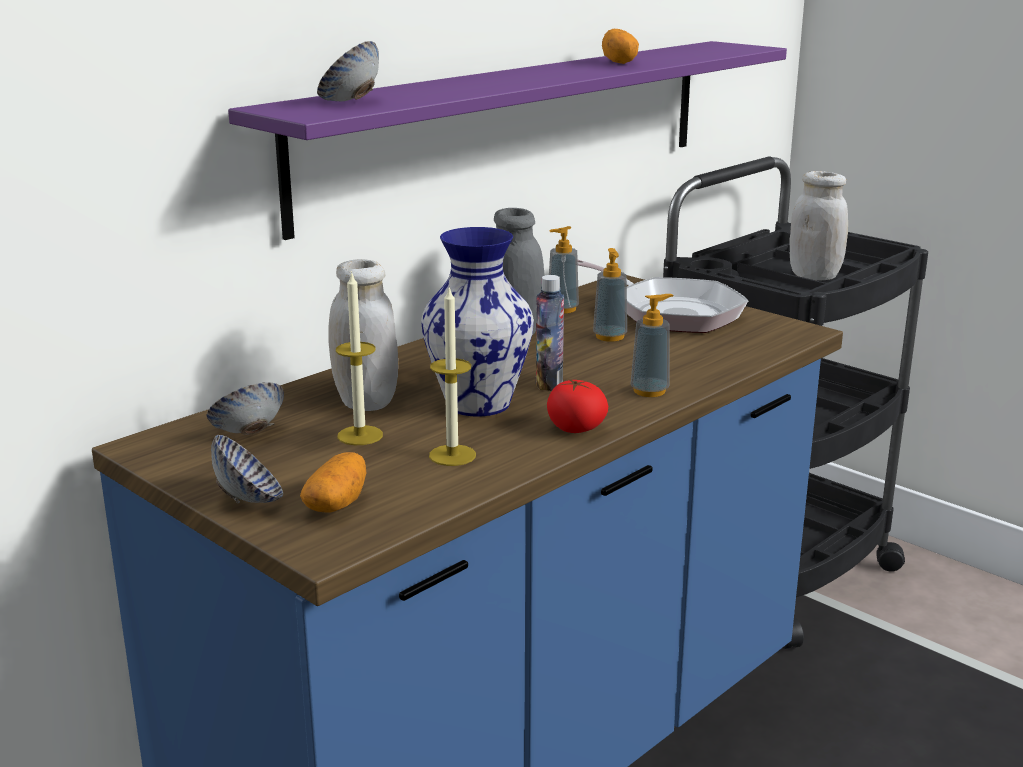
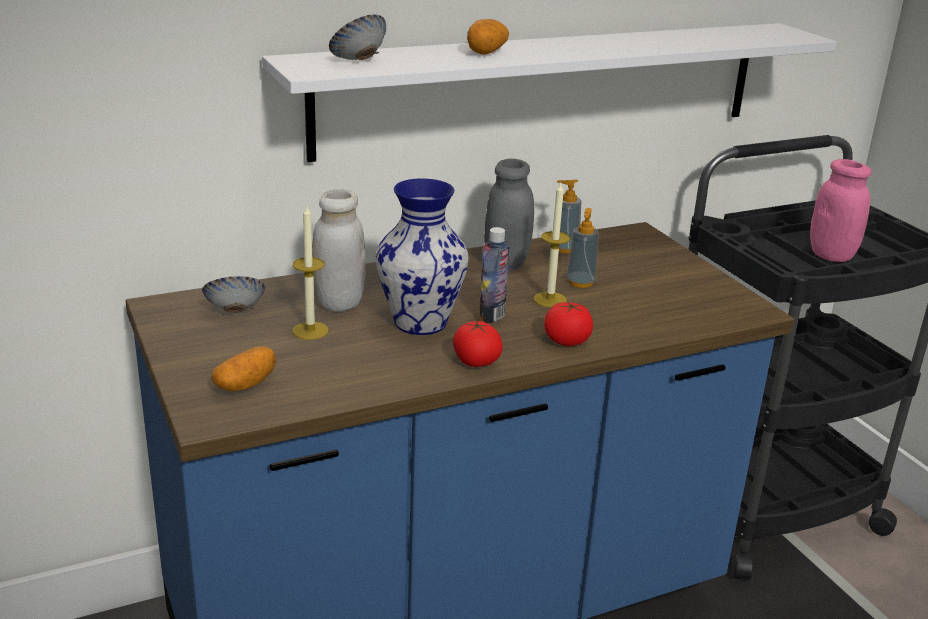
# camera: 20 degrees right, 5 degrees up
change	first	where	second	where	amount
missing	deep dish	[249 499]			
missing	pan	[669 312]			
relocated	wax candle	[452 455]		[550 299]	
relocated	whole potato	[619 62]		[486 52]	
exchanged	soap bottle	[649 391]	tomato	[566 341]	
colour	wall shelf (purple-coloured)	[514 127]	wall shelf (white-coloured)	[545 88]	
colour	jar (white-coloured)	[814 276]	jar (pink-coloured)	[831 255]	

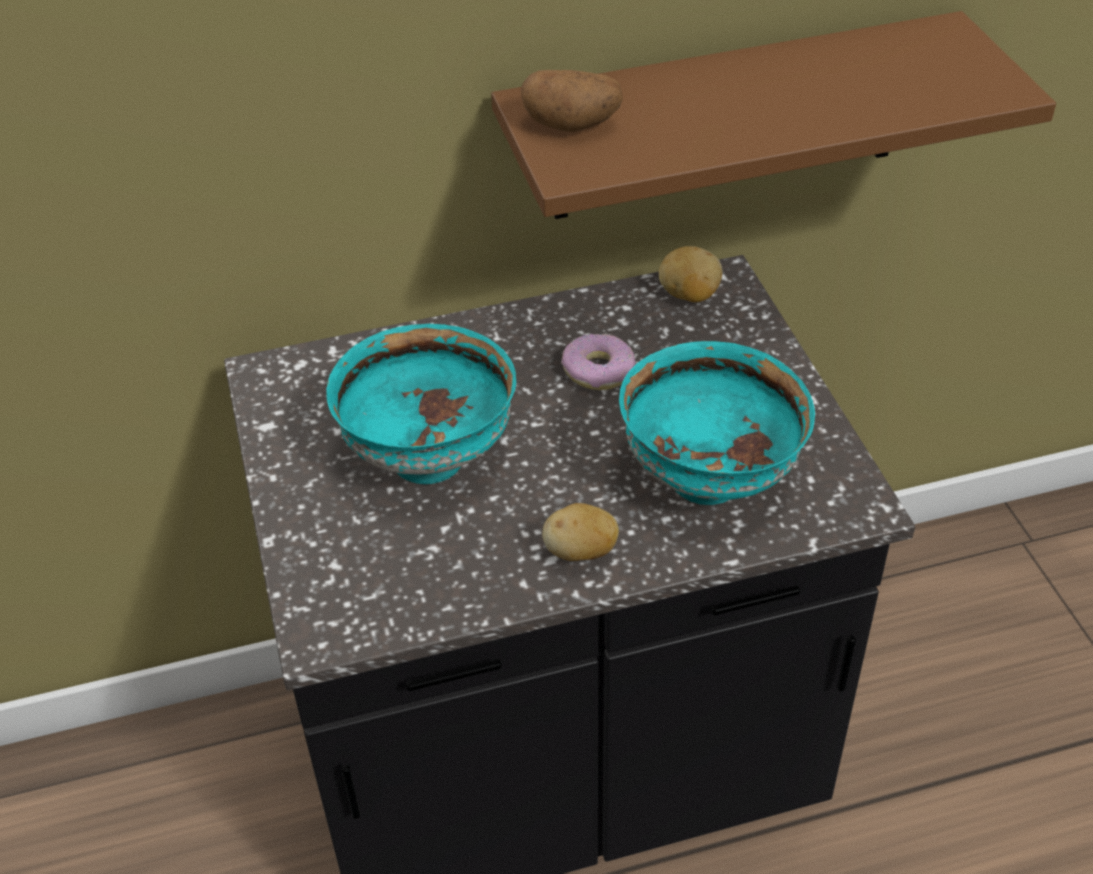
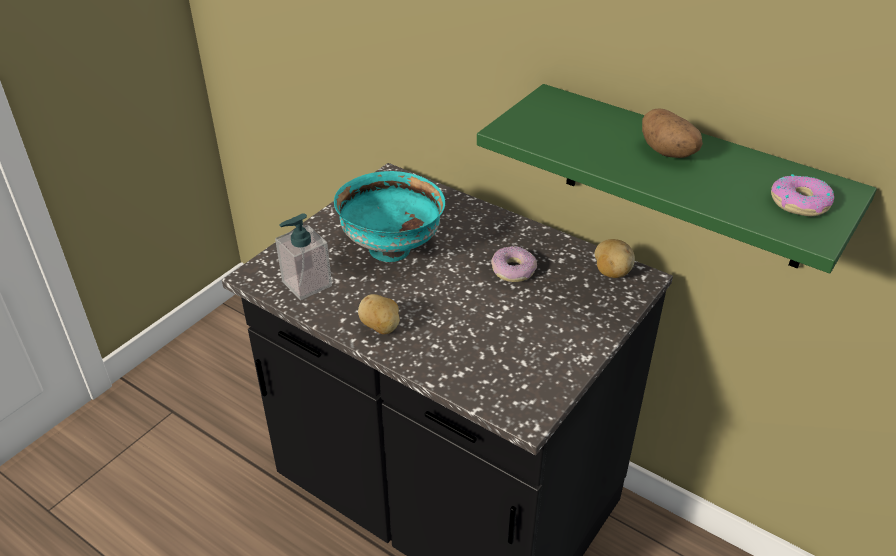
# camera: 50 degrees right, 5 degrees down
change	first	where	second	where	amount
missing	deep dish (turquoise)	[710 477]			
appeared			soap bottle	[306 284]	
appeared			ring doughnut	[799 203]	
relocated	whole potato	[572 125]		[668 153]	
colour	wall shelf (brownish)	[728 119]	wall shelf (green)	[685 177]	

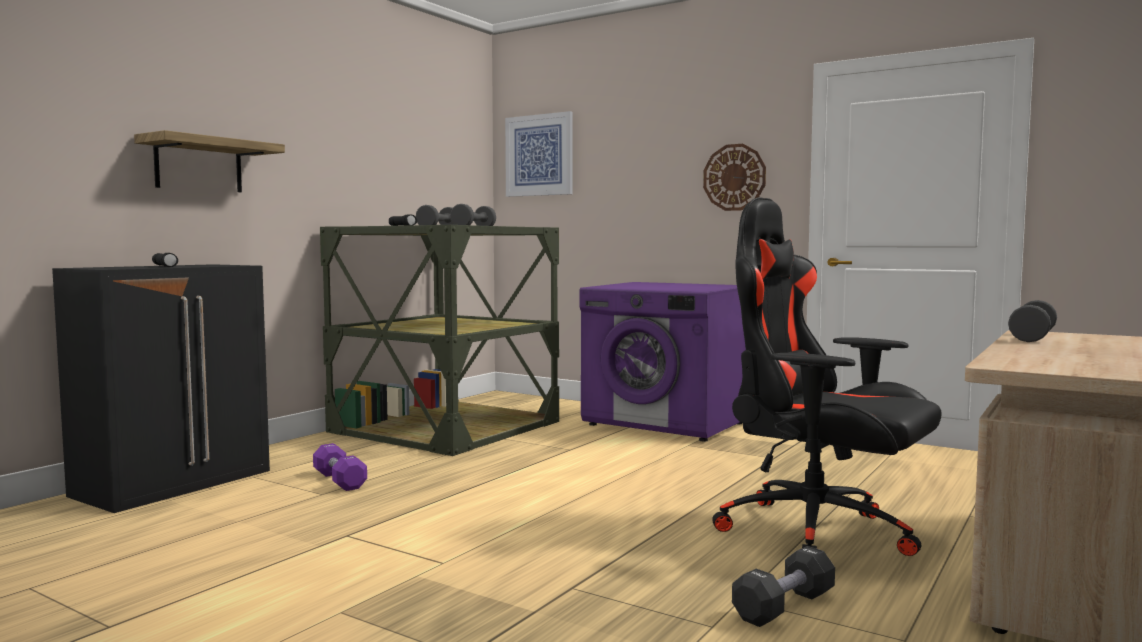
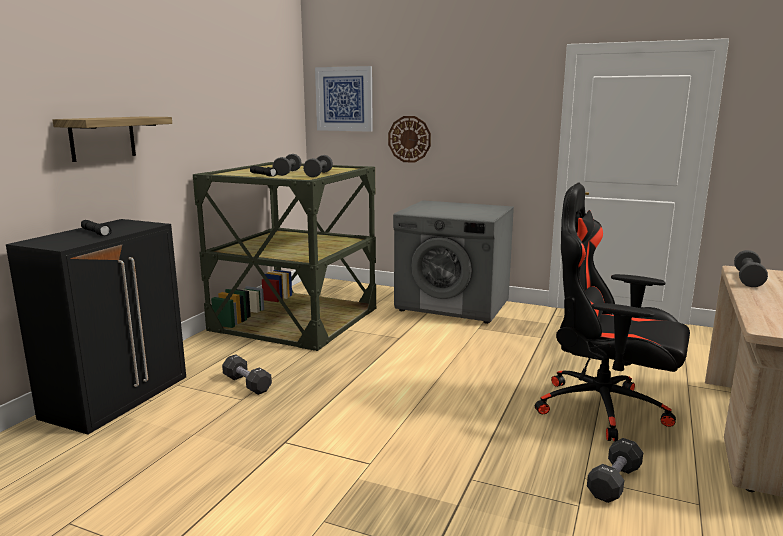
# camera: 10 degrees left, 10 degrees up
change	first	where	second	where	amount
relocated	wall clock	[734 177]		[409 139]	
colour	hand weight (purple-coloured)	[339 481]	hand weight (blackish)	[247 384]	
colour	laundry machine (purple-coloured)	[665 425]	laundry machine (greyish)	[453 307]	

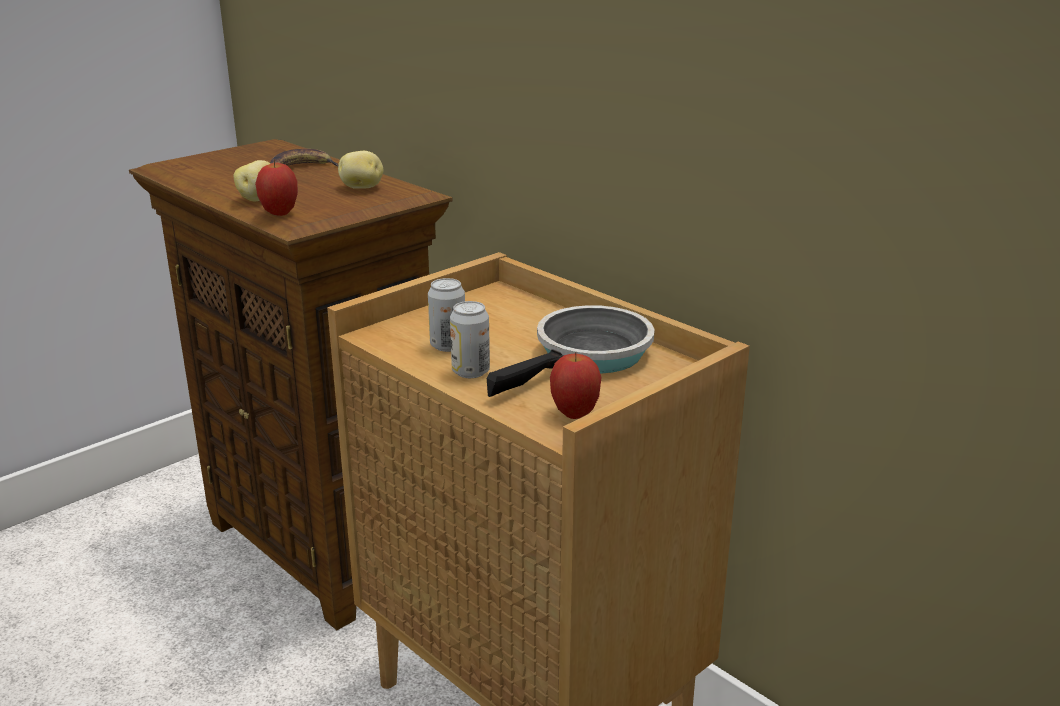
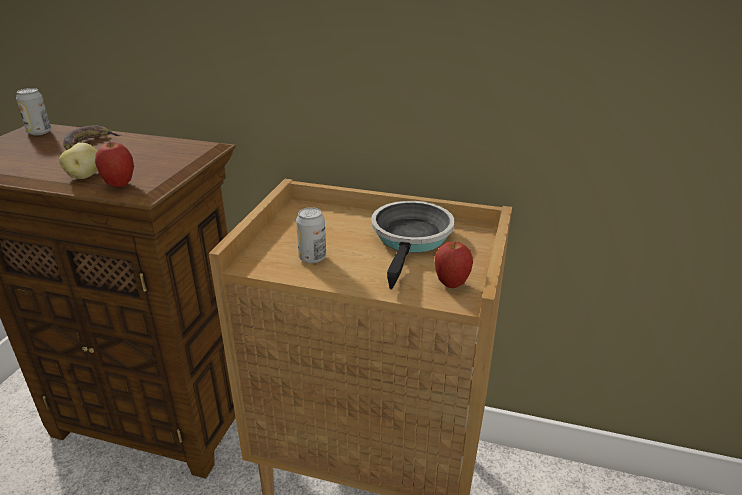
# camera: 30 degrees left, 5 degrees up
change	first	where	second	where	amount
missing	whole potato	[362 188]			
relocated	metal can	[470 372]		[39 132]	

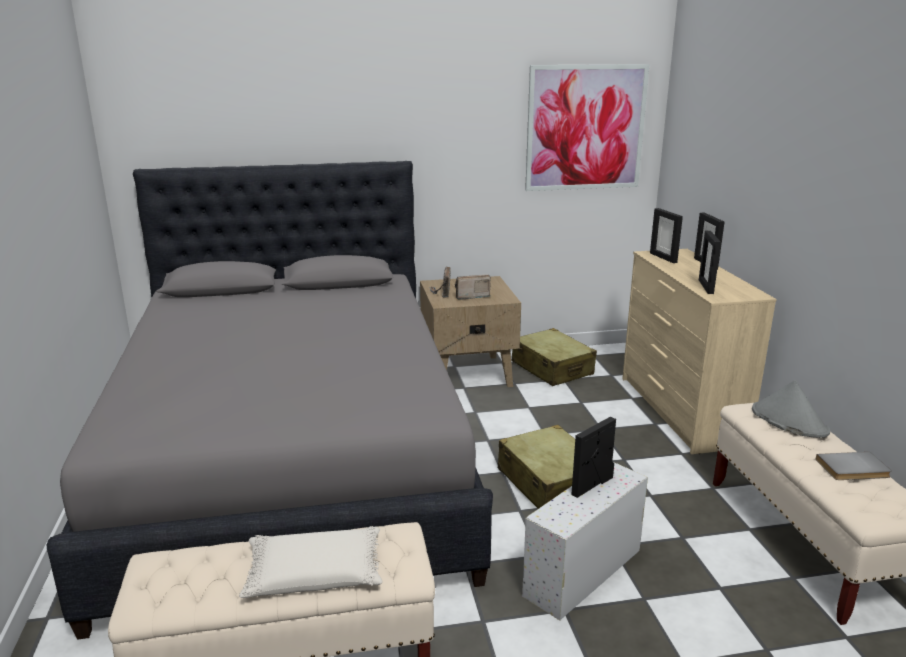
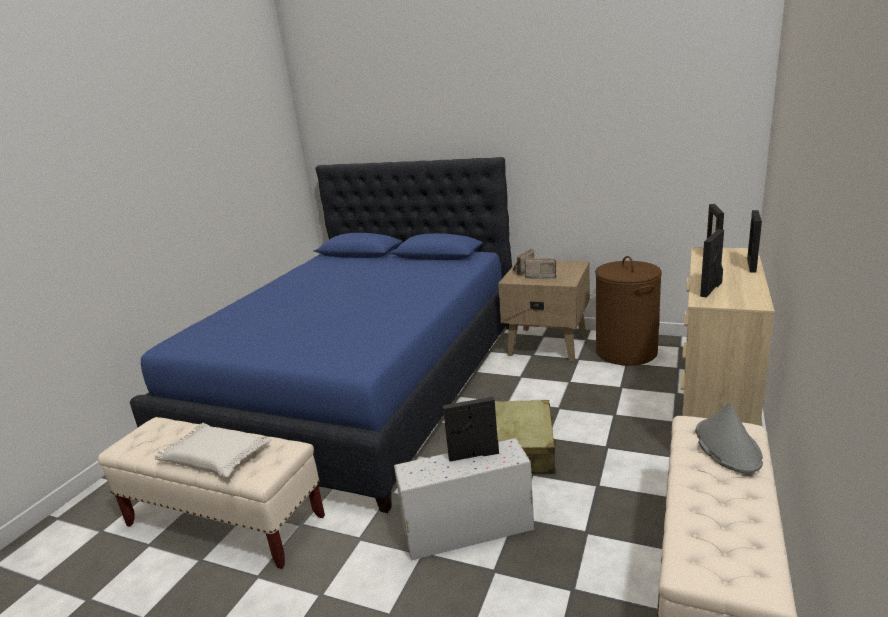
# camera: 35 degrees right, 0 degrees up
change	first	where	second	where	amount
missing	picture	[585 128]			
missing	volume (greyish)	[853 469]			
exchanged	suitcase (sand-coloured)	[552 368]	washing basket (brownish)	[625 352]	
colour	sleeping bed (greyish)	[294 459]	sleeping bed (bluish)	[362 384]	

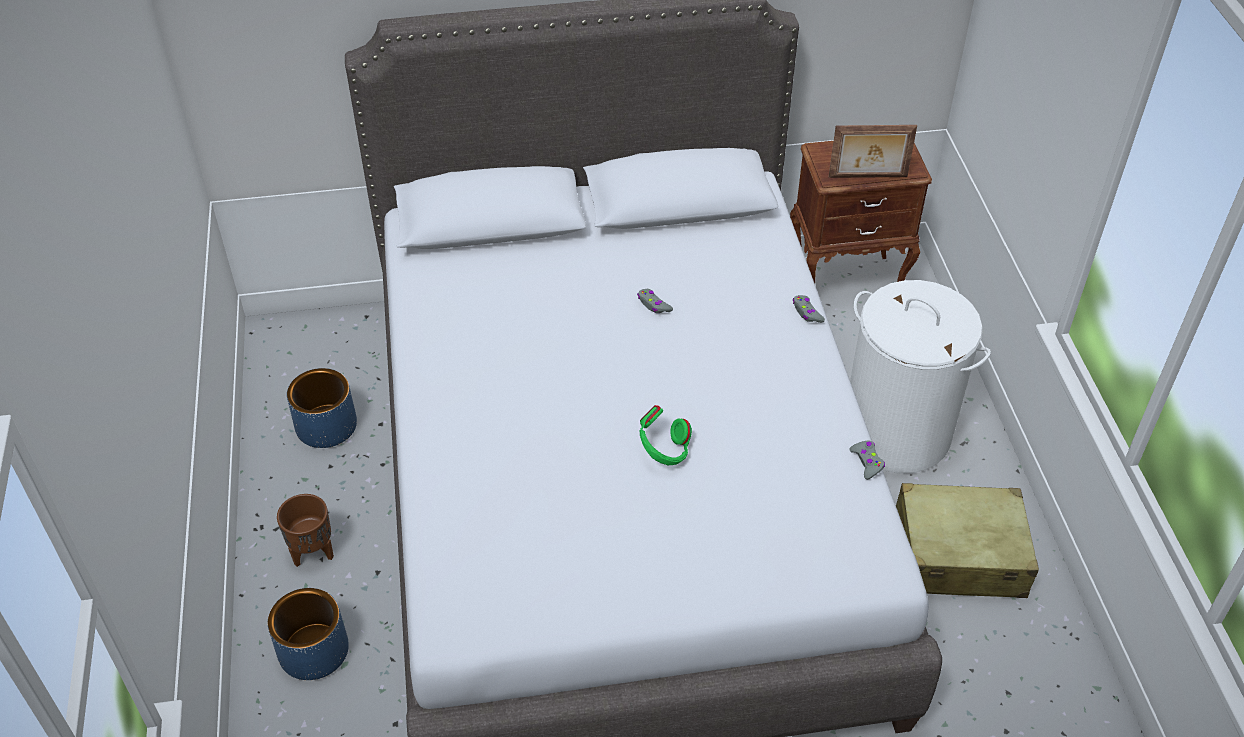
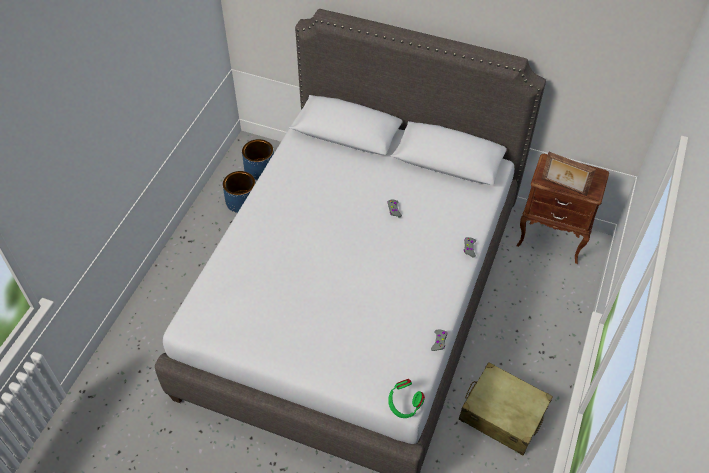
# camera: 30 degrees right, 5 degrees up
change	first	where	second	where	amount
missing	planter (brownish)	[313 552]			
missing	washing basket (white-coloured)	[896 432]			
relocated	planter (bluish)	[314 650]		[260 169]	
relocated	pair of headphones (green)	[664 451]		[404 405]	

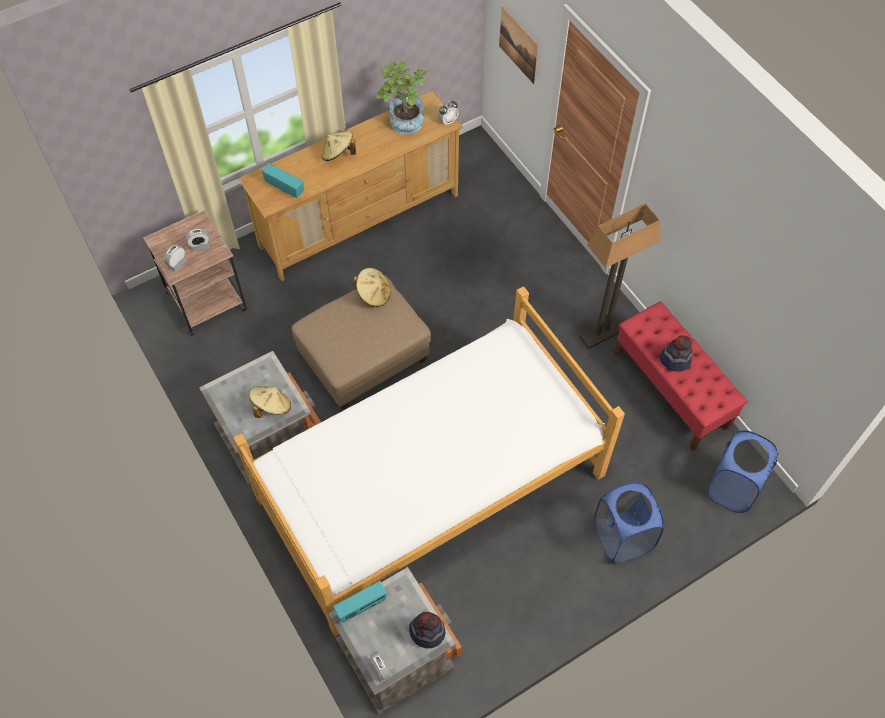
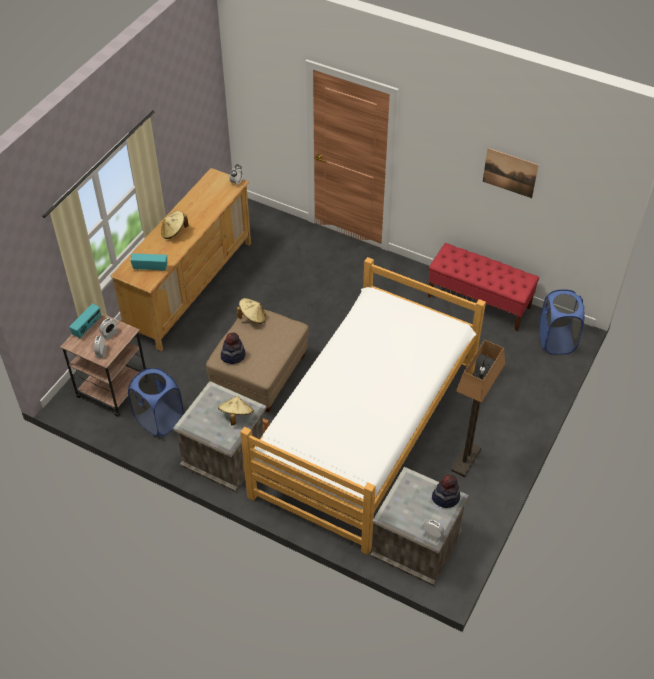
# camera: 30 degrees left, 10 degrees down
change	first	where	second	where	amount
missing	houseplant	[403 126]			
relocated	radio set	[361 607]		[87 327]	
relocated	picture	[518 45]		[510 173]	
relocated	floor lamp	[601 334]		[466 460]	
relocated	washing basket (bluish)	[621 537]		[159 420]	
relocated	clothing hat	[675 359]		[233 355]	

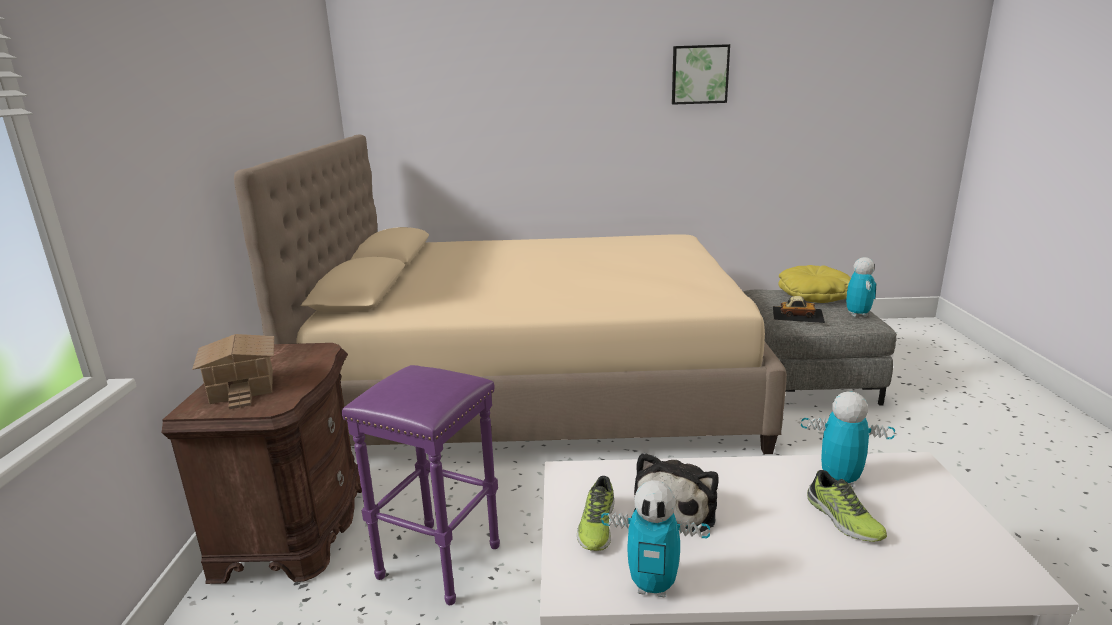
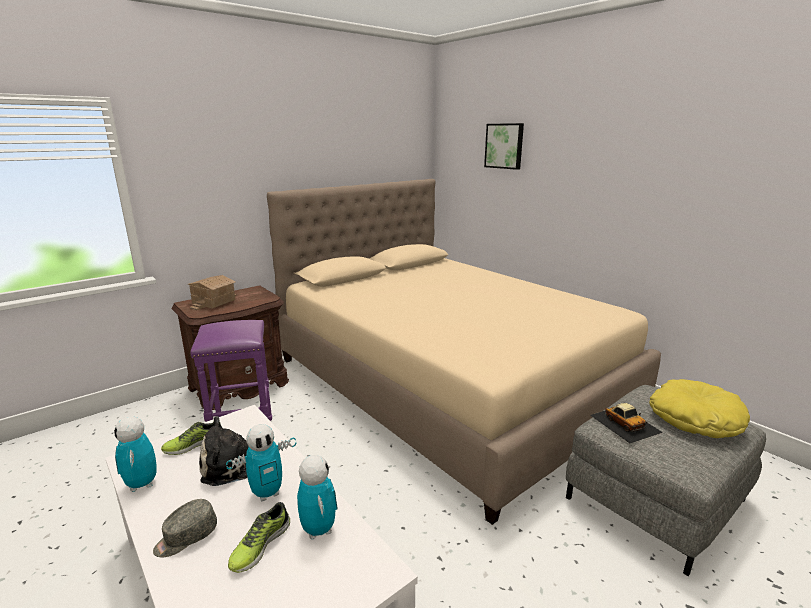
# camera: 50 degrees right, 0 degrees up
change	first	where	second	where	amount
appeared			peaked cap (greyish)	[186 537]	
relocated	picture	[699 74]		[504 146]	
relocated	robot figure	[857 314]		[267 493]	

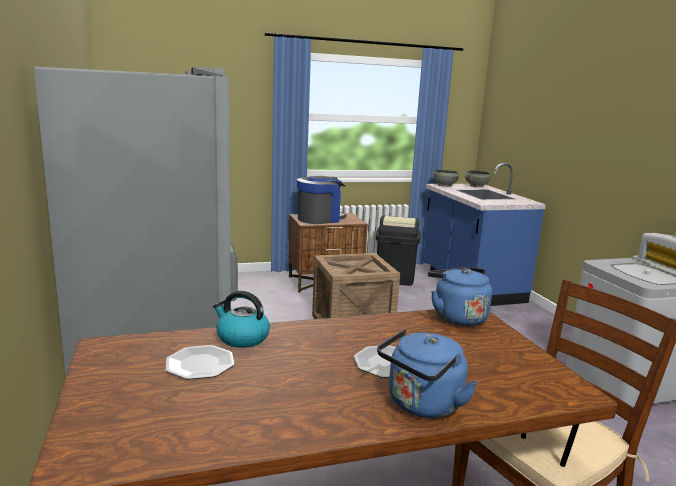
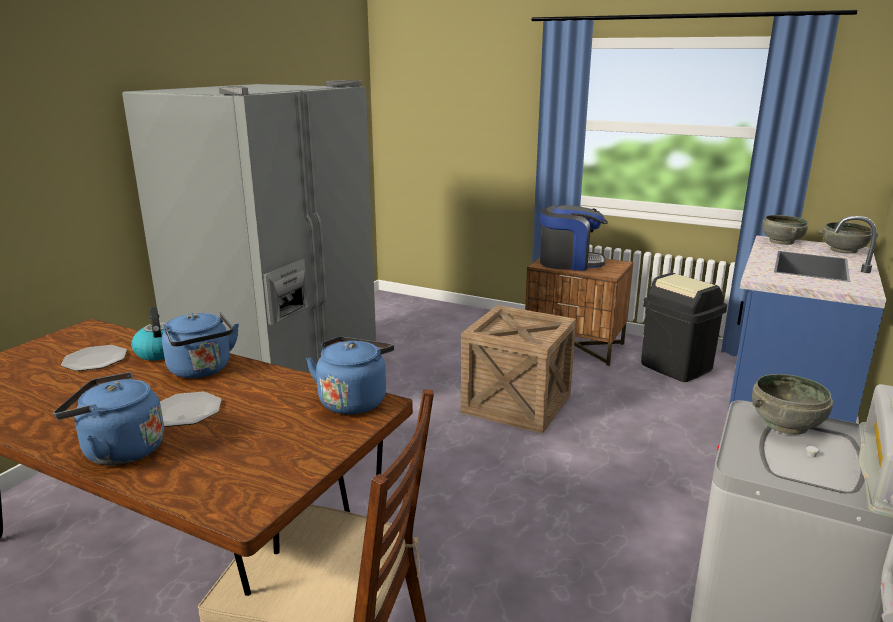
# camera: 45 degrees right, 5 degrees up
change	first	where	second	where	amount
appeared			tea kettle (bluish)	[202 370]	
appeared			deep dish (greyish)	[786 424]	

